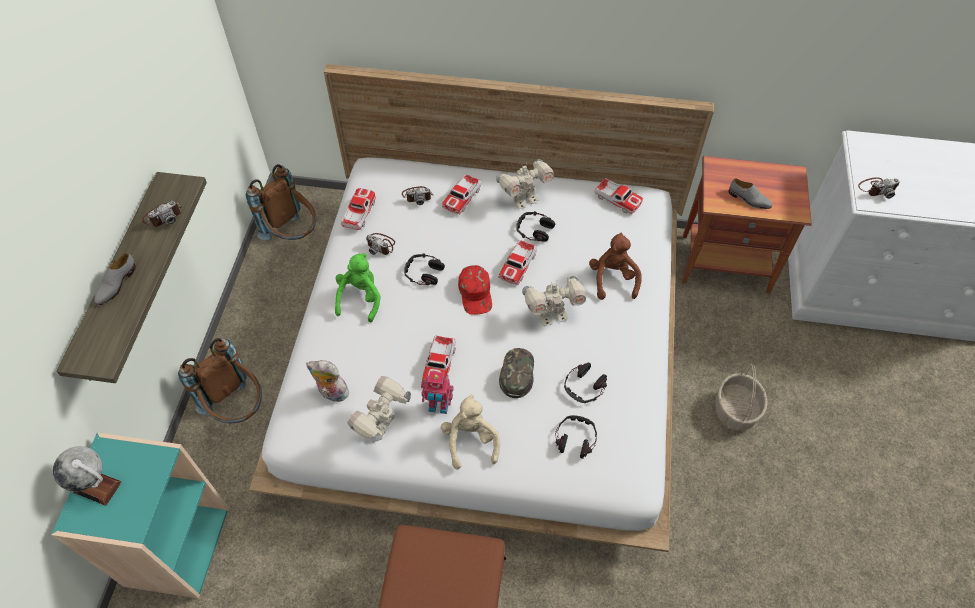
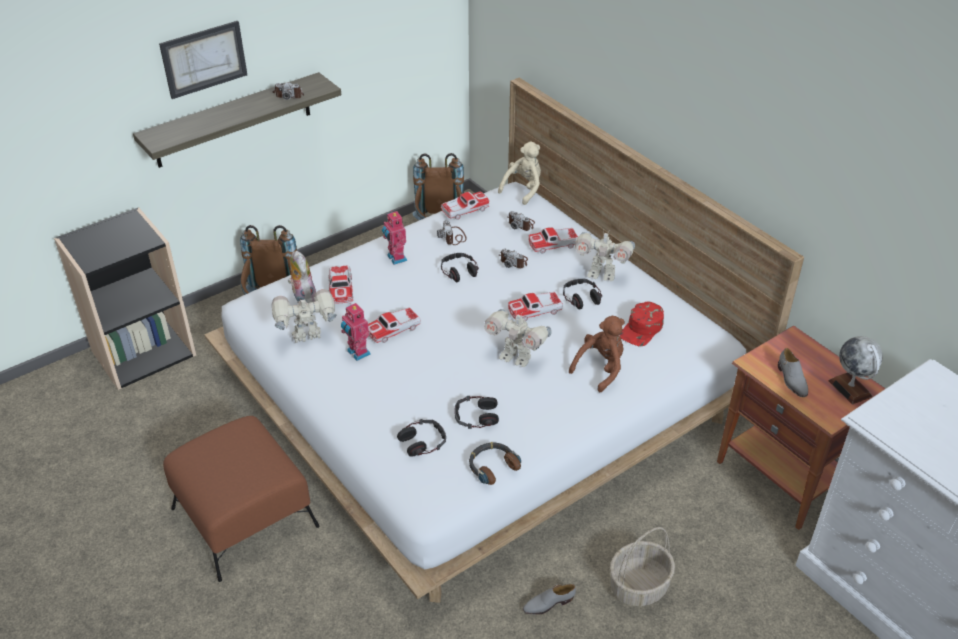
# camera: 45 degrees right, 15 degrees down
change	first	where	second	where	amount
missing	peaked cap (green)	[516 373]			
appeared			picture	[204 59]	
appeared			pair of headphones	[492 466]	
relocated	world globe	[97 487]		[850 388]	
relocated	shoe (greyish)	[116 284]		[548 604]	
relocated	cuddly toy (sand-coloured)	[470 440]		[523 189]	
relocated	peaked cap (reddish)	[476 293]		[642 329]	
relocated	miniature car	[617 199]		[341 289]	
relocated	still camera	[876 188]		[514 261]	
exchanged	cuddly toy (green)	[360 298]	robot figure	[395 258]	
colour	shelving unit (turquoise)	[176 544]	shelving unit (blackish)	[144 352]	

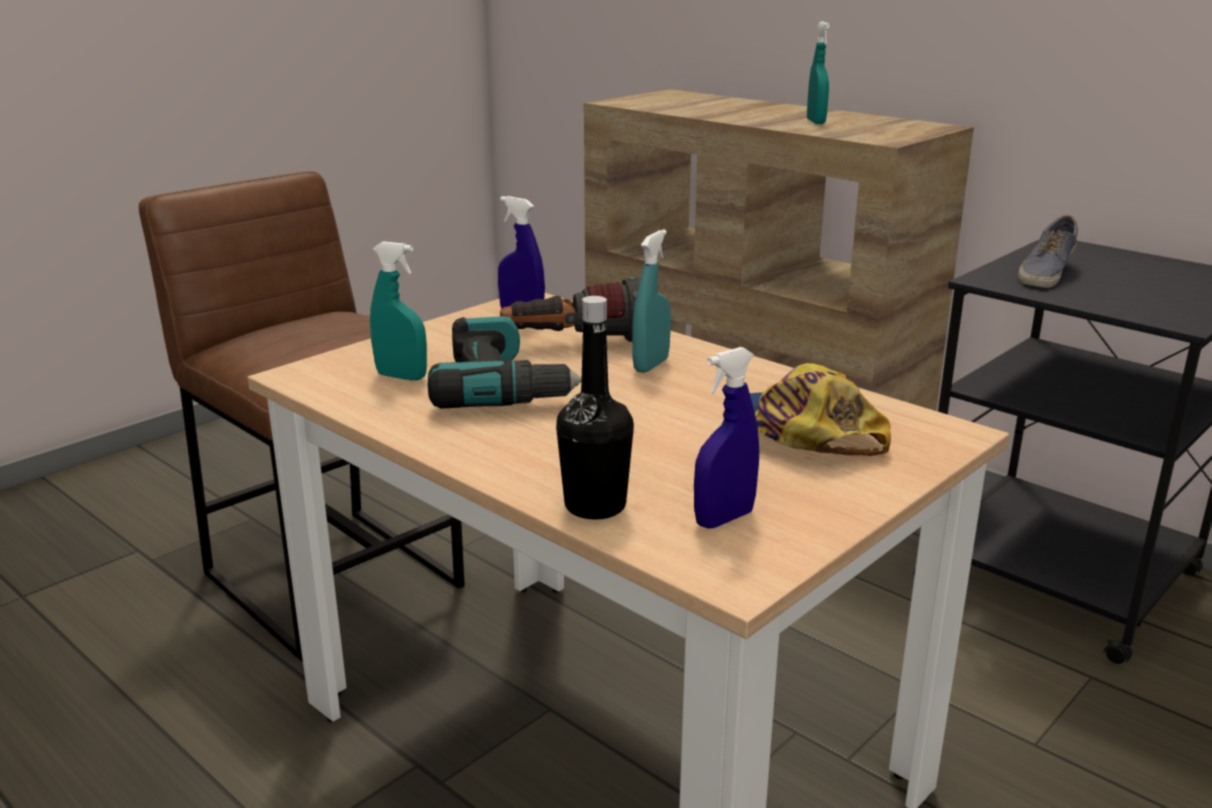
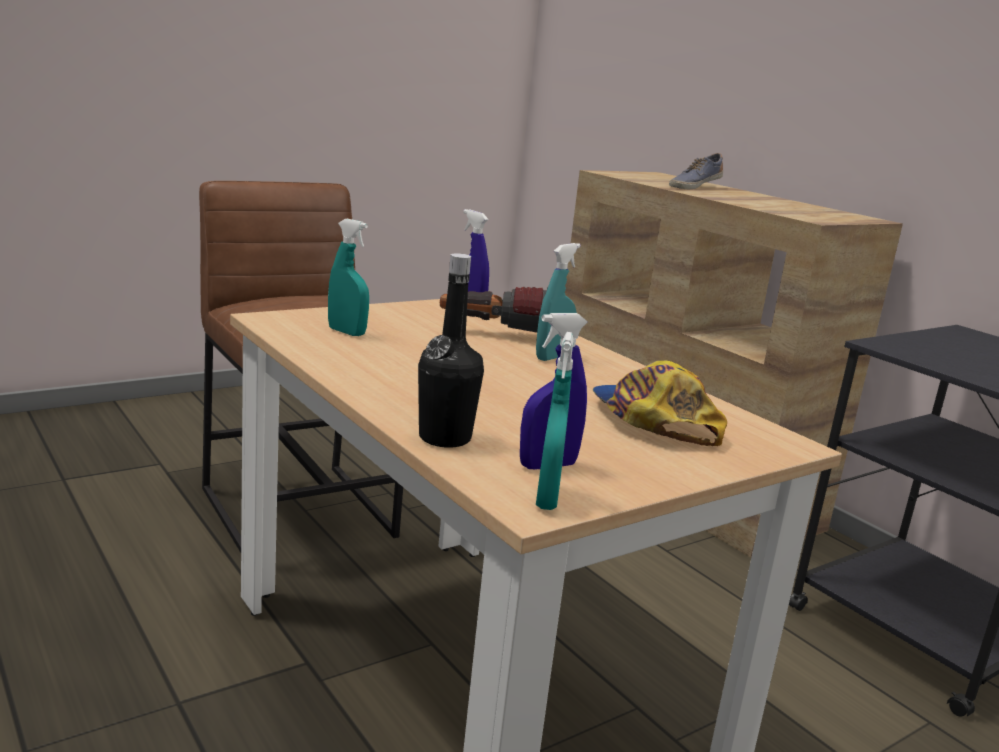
# camera: 10 degrees right, 5 degrees down
change	first	where	second	where	amount
missing	electric drill	[503 387]			
relocated	hand sprayer (turquoise)	[816 122]		[547 499]	
relocated	shoe	[1045 273]		[693 187]	

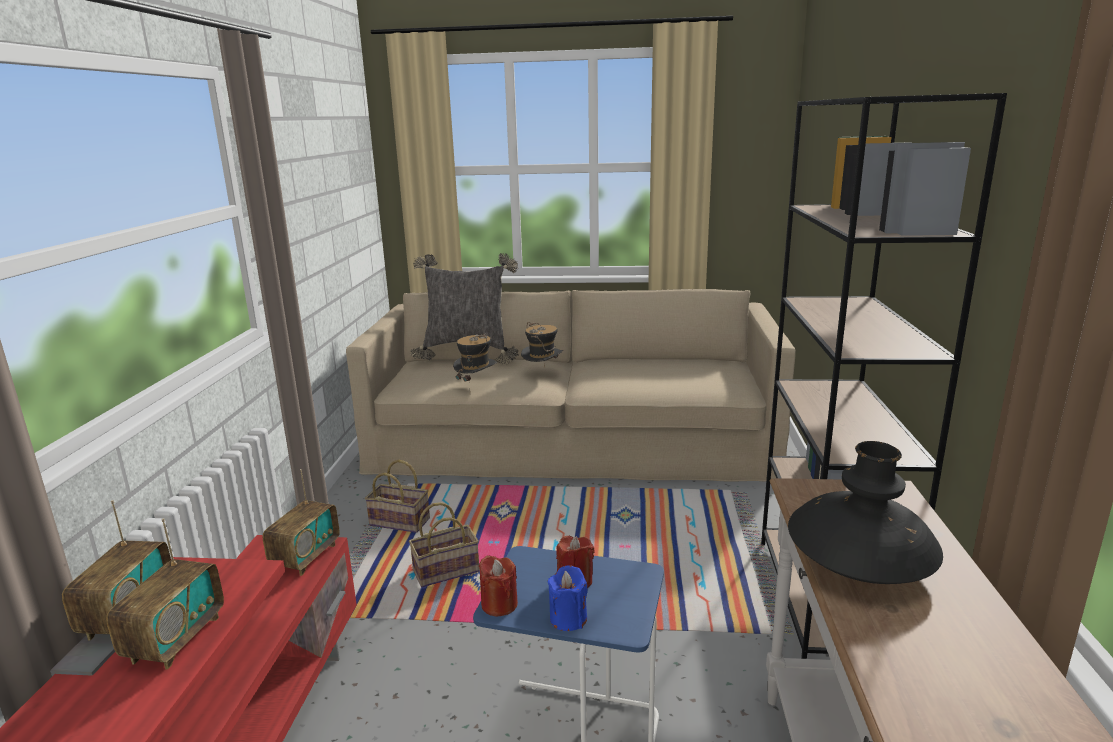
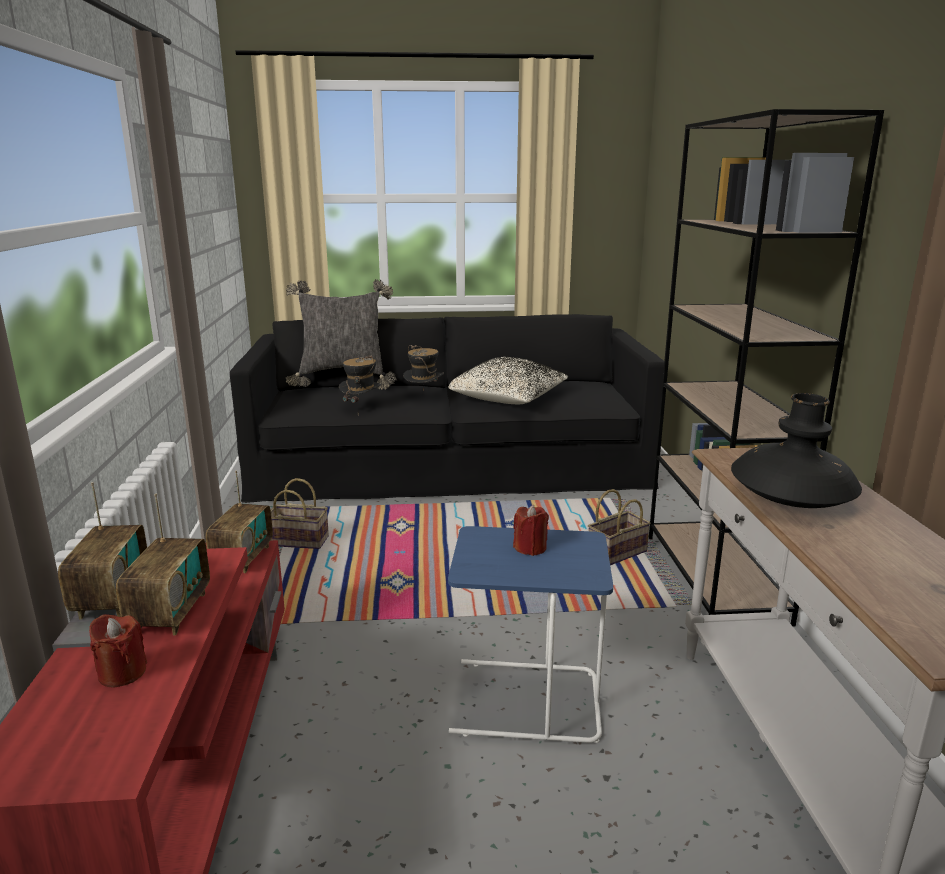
# camera: 10 degrees left, 0 degrees up
change	first	where	second	where	amount
missing	wax candle (bluish)	[568 619]			
appeared			throw pillow (sand-coloured)	[507 397]	
relocated	basket	[447 570]		[617 552]	
relocated	wax candle (reddish)	[499 604]		[122 673]	
colour	couch (sand-coloured)	[572 441]	couch (blackish)	[449 465]	

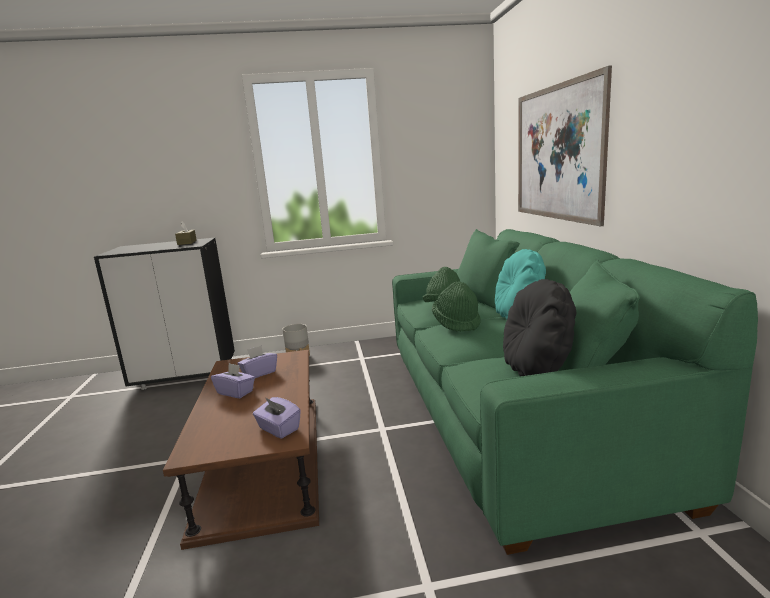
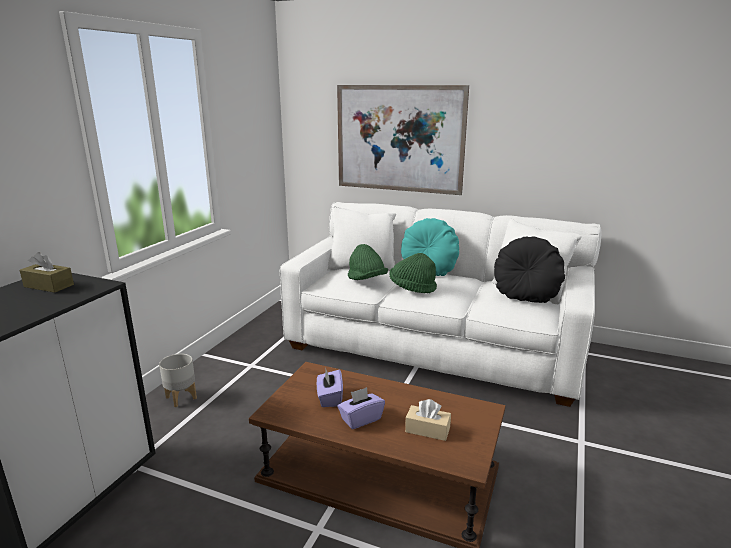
# camera: 60 degrees left, 5 degrees up
change	first	where	second	where	amount
missing	tissue holder (purple-coloured)	[278 429]			
appeared			tissue holder (sand-coloured)	[427 430]	
colour	couch (green)	[508 413]	couch (white-coloured)	[434 347]	

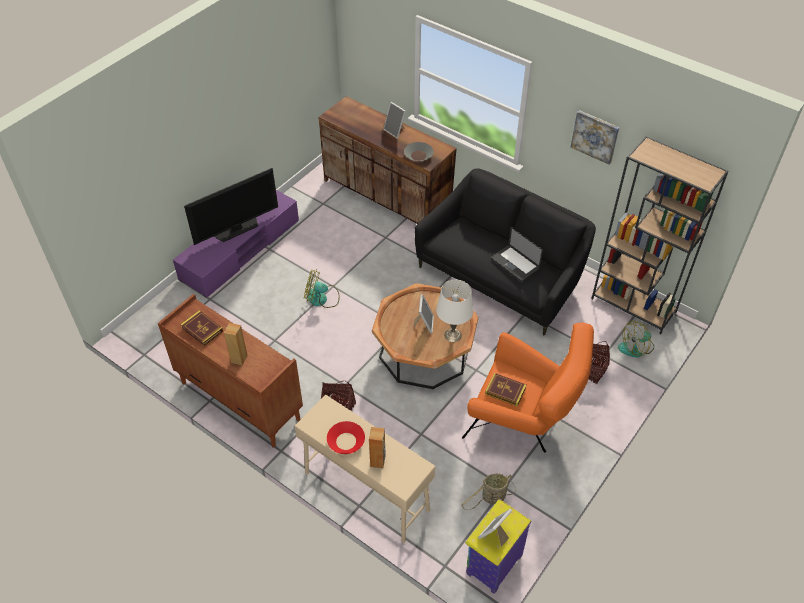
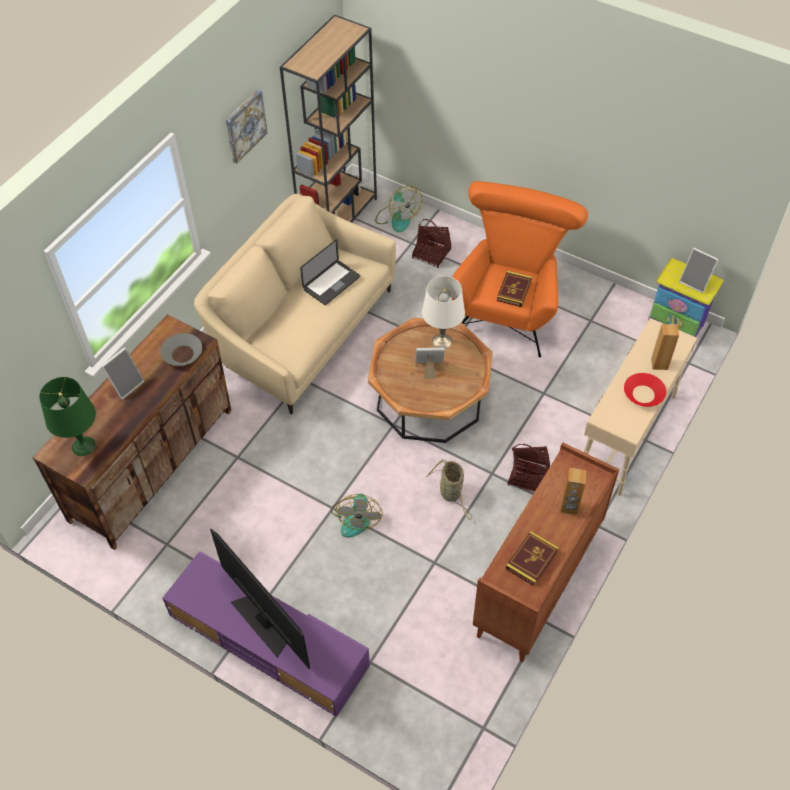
# camera: 95 degrees left, 5 degrees up
change	first	where	second	where	amount
appeared			lamp for a table (green)	[83 446]	
relocated	basket	[491 498]		[451 494]	
colour	couch (blackish)	[502 275]	couch (sand-coloured)	[301 330]	

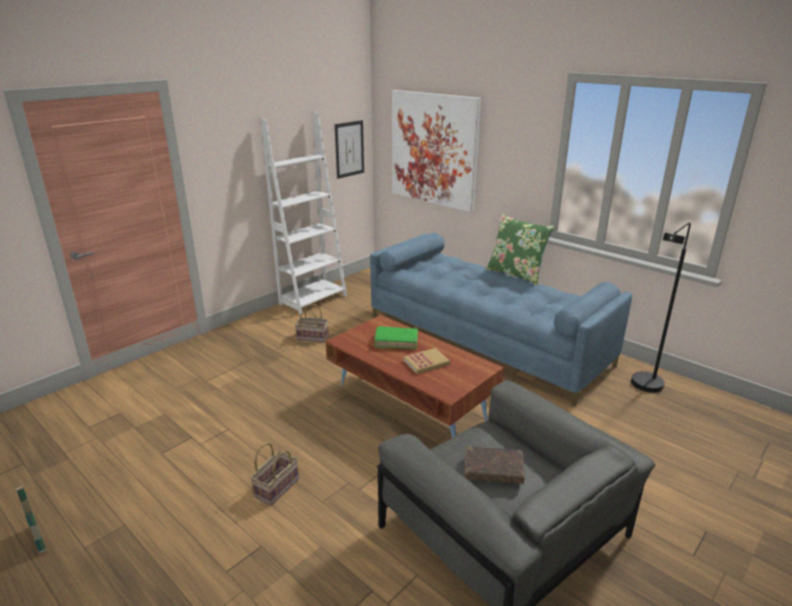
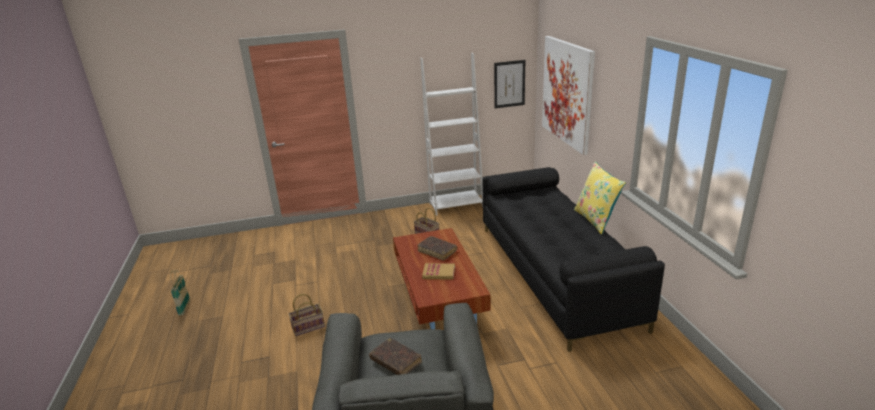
# camera: 35 degrees right, 0 degrees up
change	first	where	second	where	amount
missing	floor lamp (blackish)	[644 388]			
colour	couch (bluish)	[486 340]	couch (blackish)	[555 274]	
colour	volume (green)	[396 342]	volume (brownish)	[437 251]	
colour	throw pillow (green)	[516 274]	throw pillow (yellowish)	[596 220]	

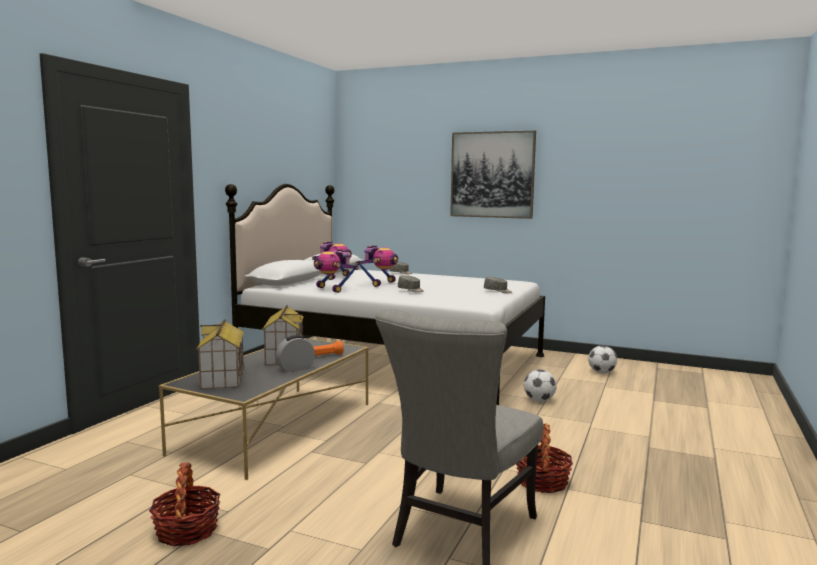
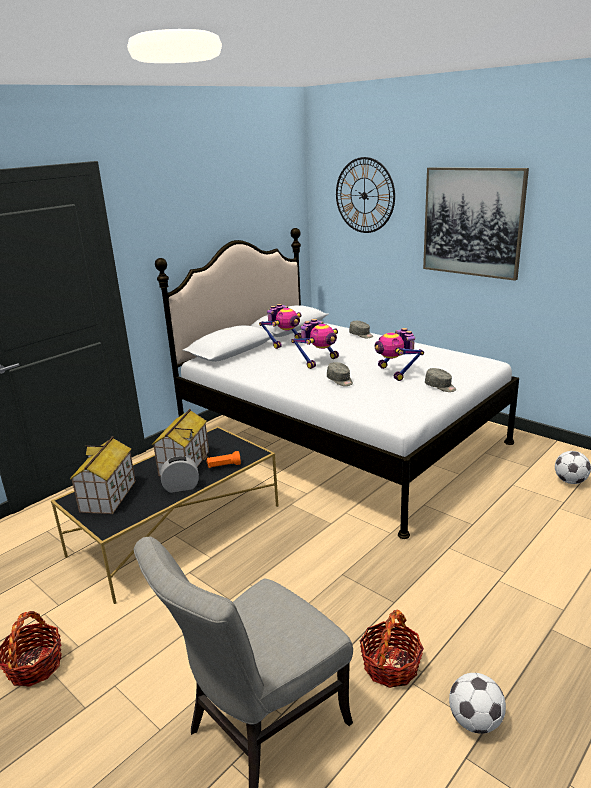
# camera: 20 degrees right, 15 degrees up
change	first	where	second	where	amount
appeared			wall clock	[364 195]	
relocated	robot figure	[333 289]		[395 372]	
relocated	football ball	[539 400]		[475 721]	

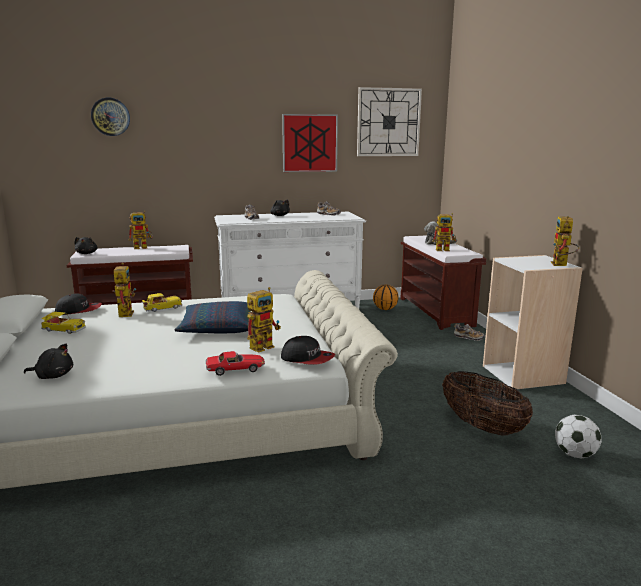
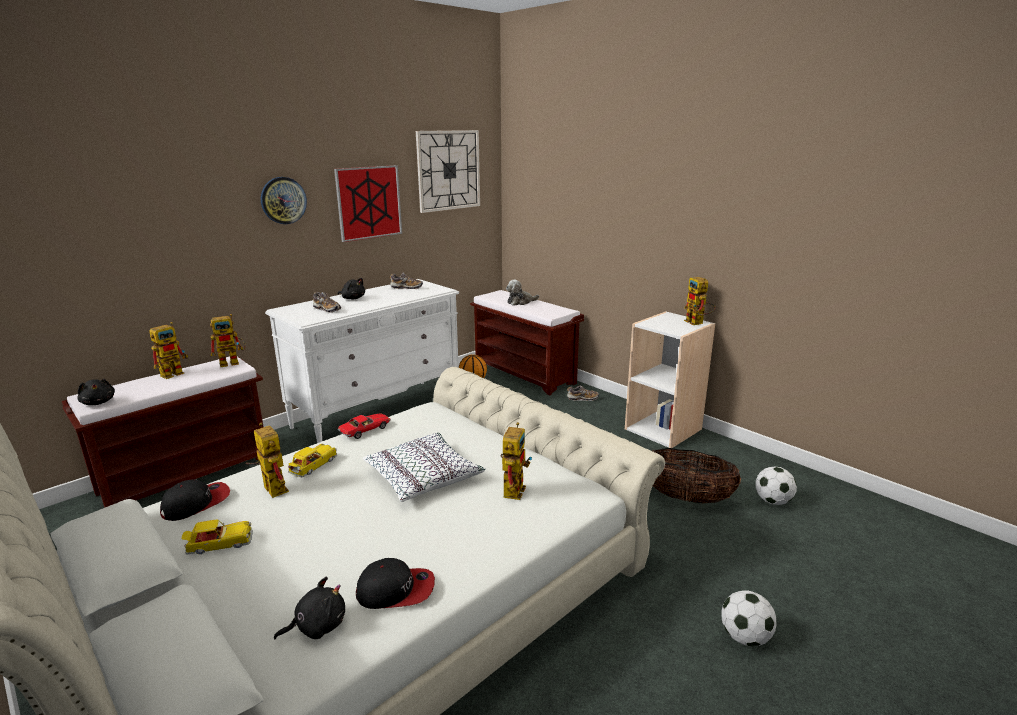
# camera: 30 degrees left, 5 degrees up
change	first	where	second	where	amount
appeared			football ball	[745 637]	
relocated	wall clock	[110 117]		[283 200]	
relocated	miniature car	[235 369]		[365 430]	
relocated	peaked cap	[307 358]		[396 590]	
relocated	robot figure	[445 250]		[233 362]	
colour	throw pillow (bluish)	[218 328]	throw pillow (white-coloured)	[423 477]	

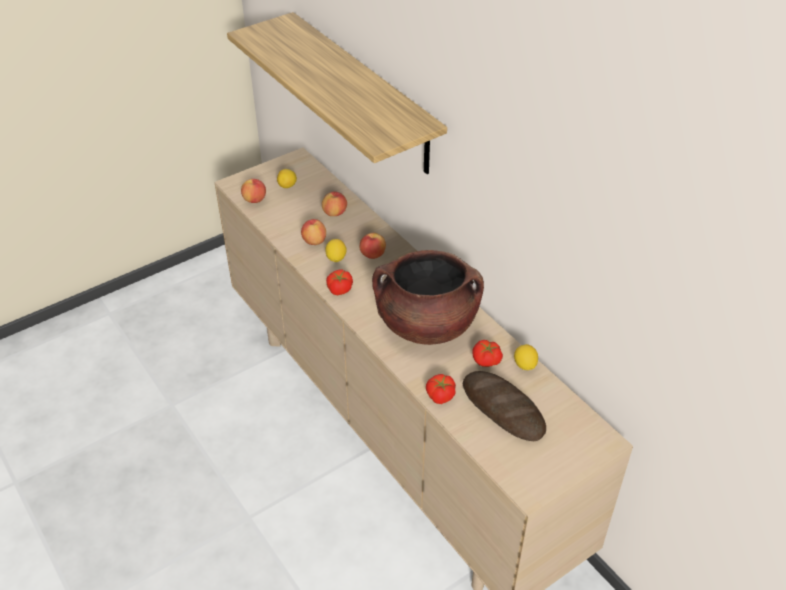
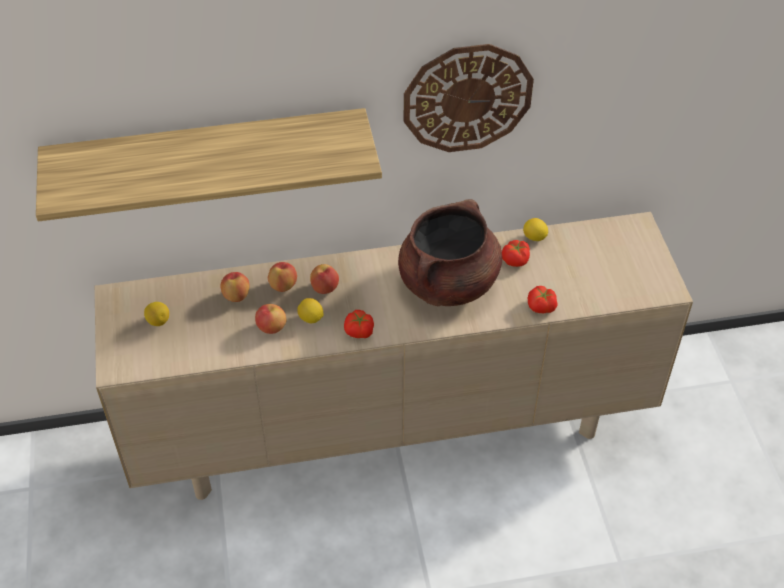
# camera: 65 degrees left, 5 degrees up
change	first	where	second	where	amount
missing	bakery bread	[503 409]			
appeared			wall clock	[467 98]	
relocated	apple	[255 200]		[283 285]	

